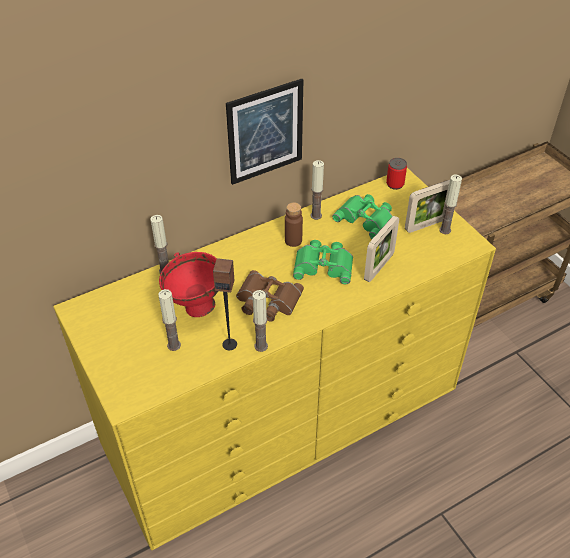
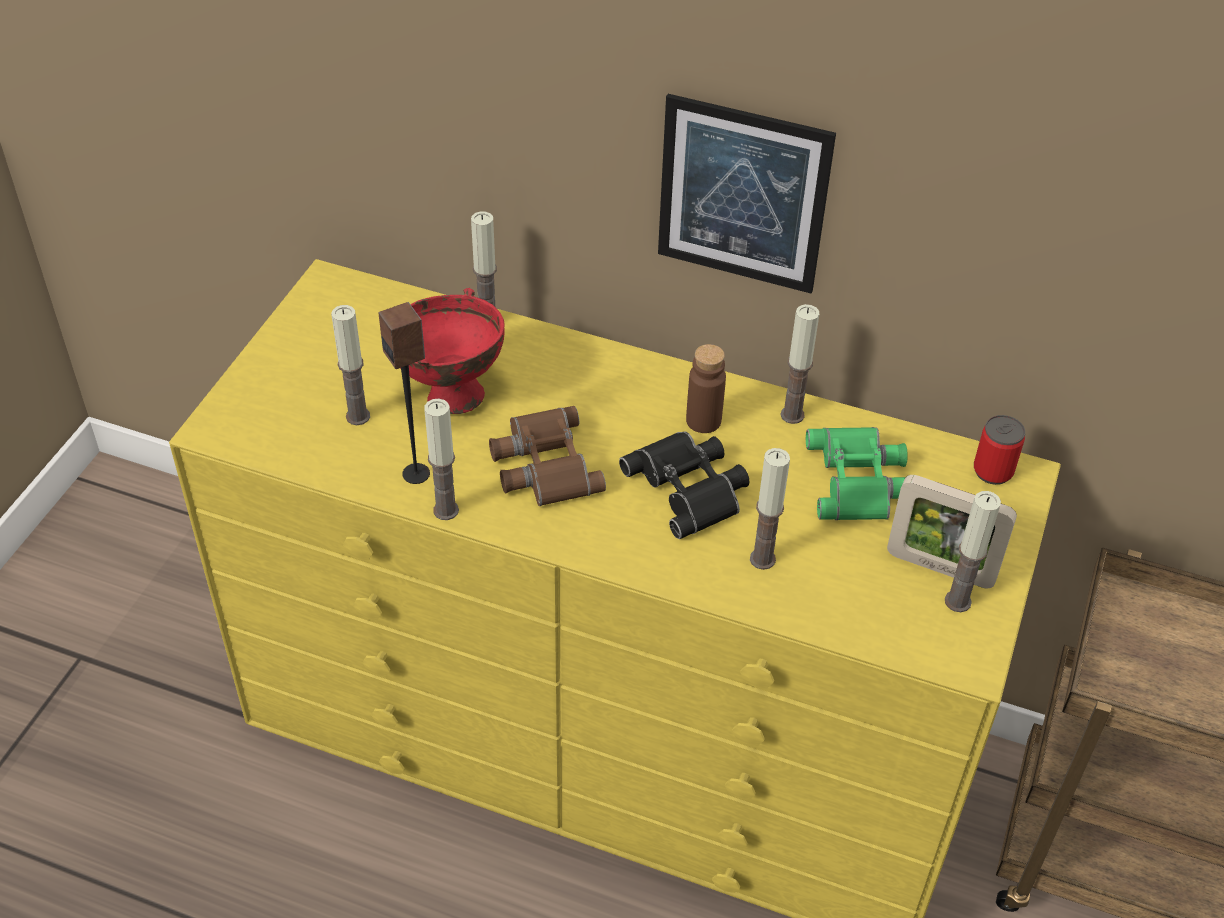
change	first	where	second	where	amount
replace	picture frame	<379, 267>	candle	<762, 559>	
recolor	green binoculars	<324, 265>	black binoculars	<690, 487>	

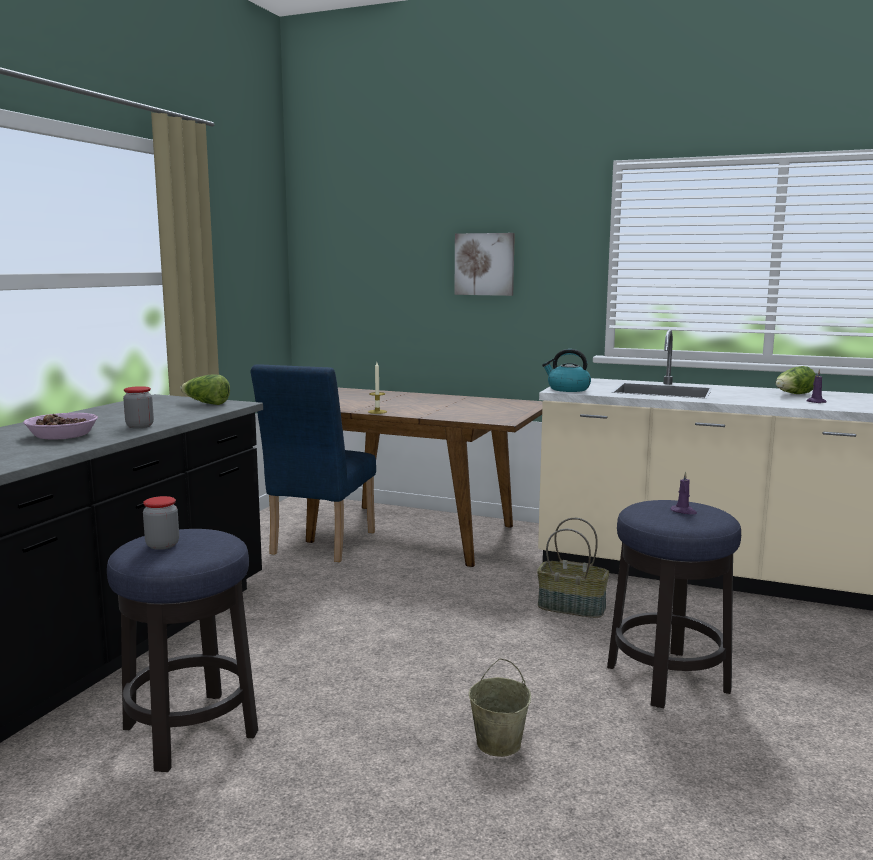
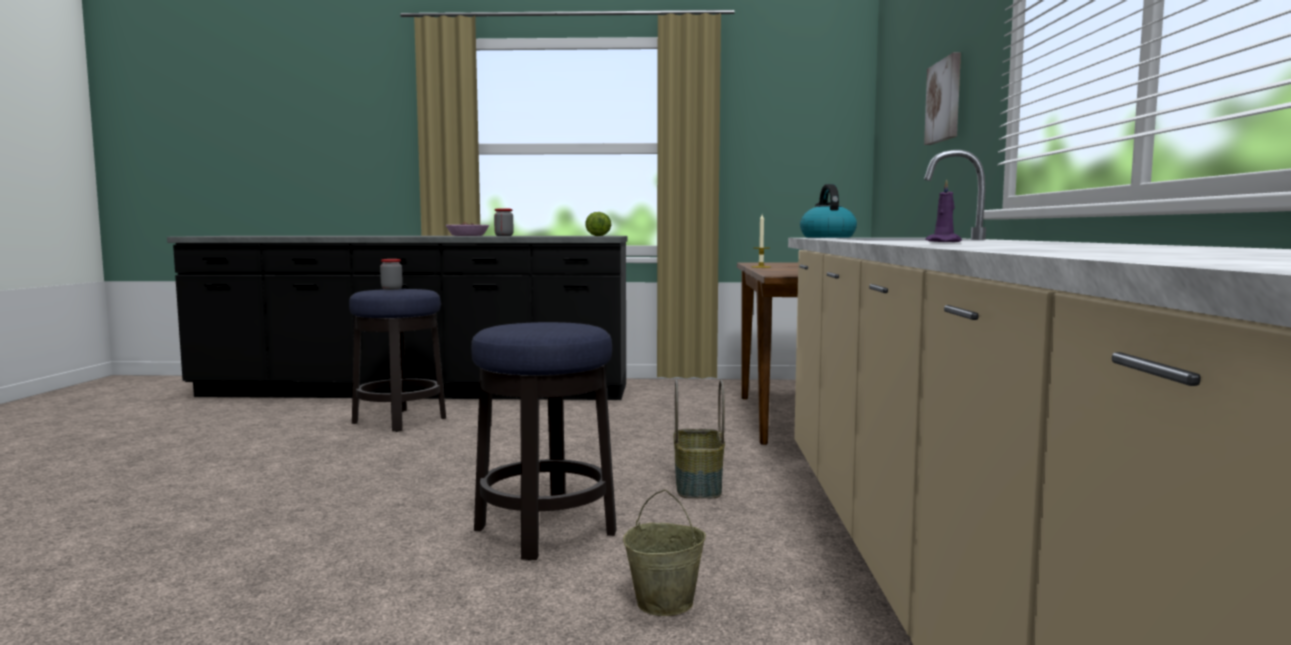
change	first	where	second	where	amount
delete	blue chair	<319, 545>			
delete	lettuce	<793, 394>			
delete	purple candle	<684, 511>			
move	beige bucket	<498, 743>		<665, 603>	

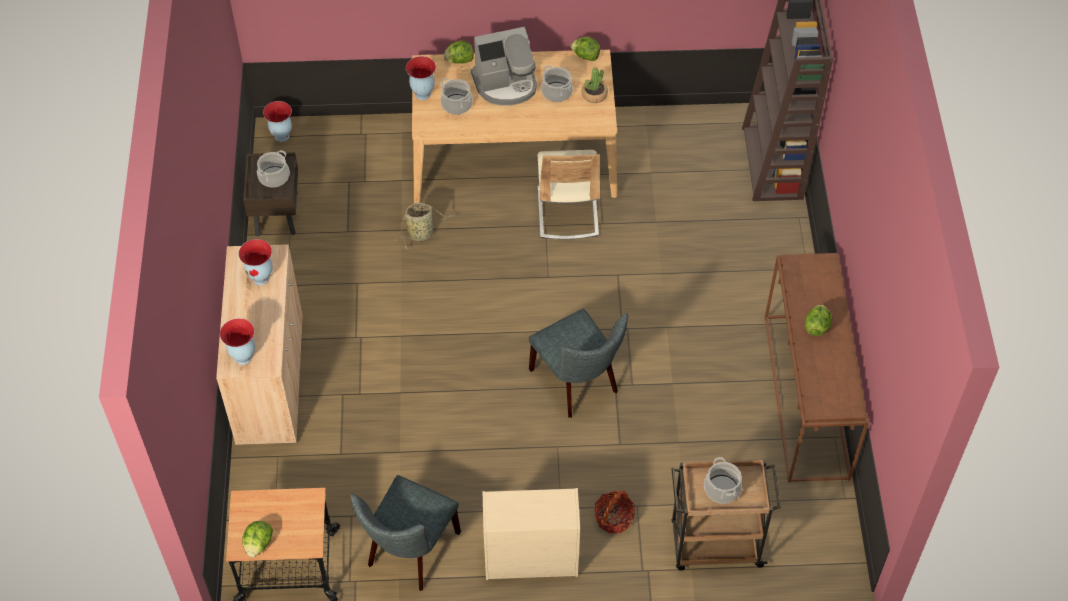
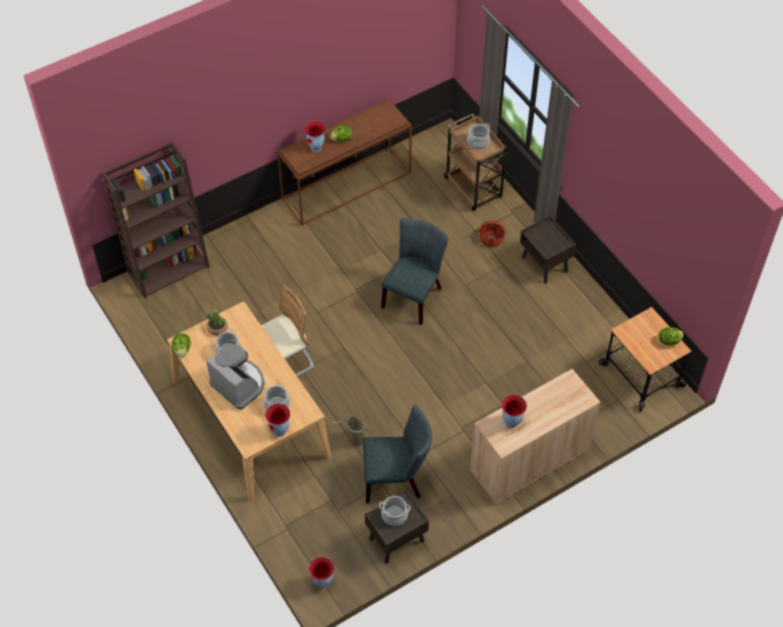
change	first	where	second	where	amount
delete	lettuce	<459, 60>			
move	vase	<242, 357>		<316, 148>	
move	grey chair	<410, 553>		<396, 479>	
replace	beige dresser	<529, 558>	brown nightstand	<545, 264>	

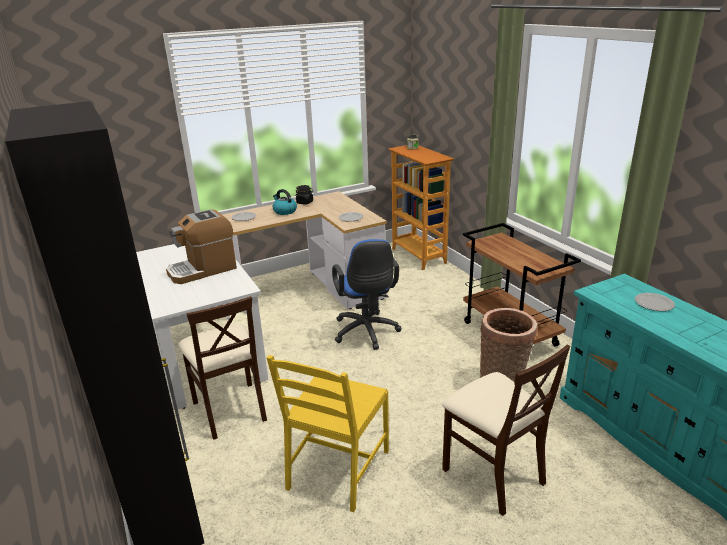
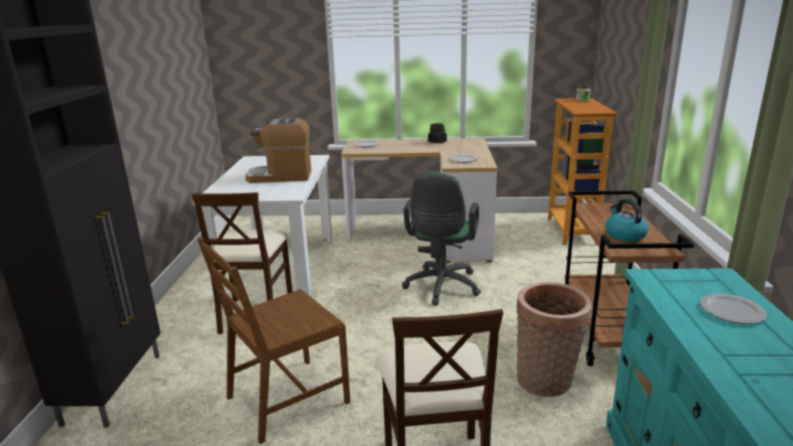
change	first	where	second	where	amount
move	kettle	<284, 211>		<624, 235>	
recolor	blue office chair	<366, 333>	green office chair	<441, 288>	
recolor	yellow chair	<337, 470>	brown chair	<286, 400>	

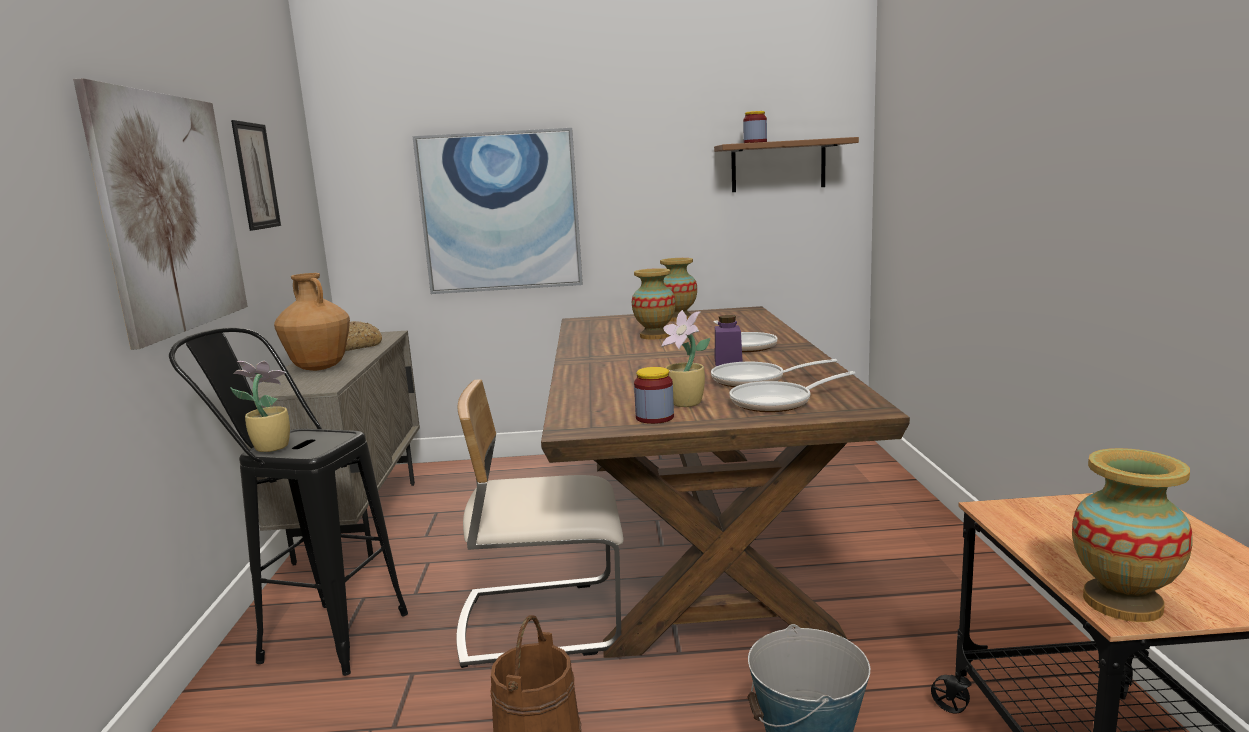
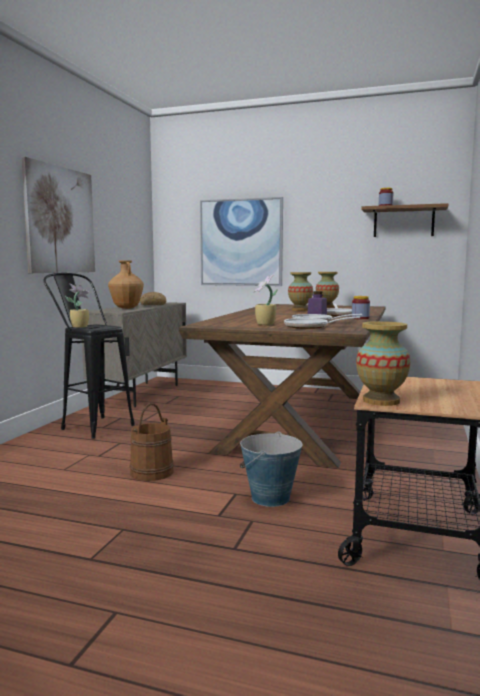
change	first	where	second	where	amount
delete	picture	<256, 176>			
move	jar	<654, 417>		<360, 318>	
delete	beige chair	<541, 620>			

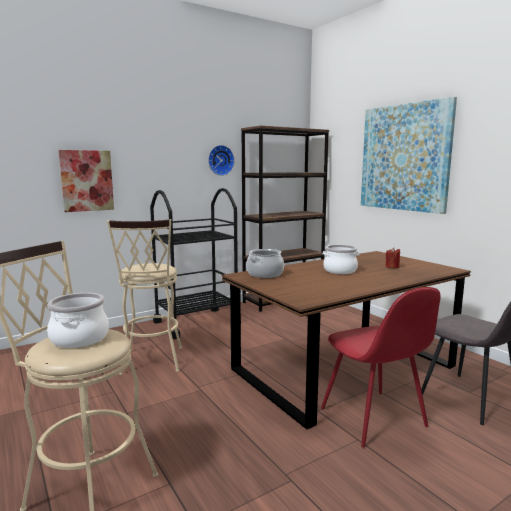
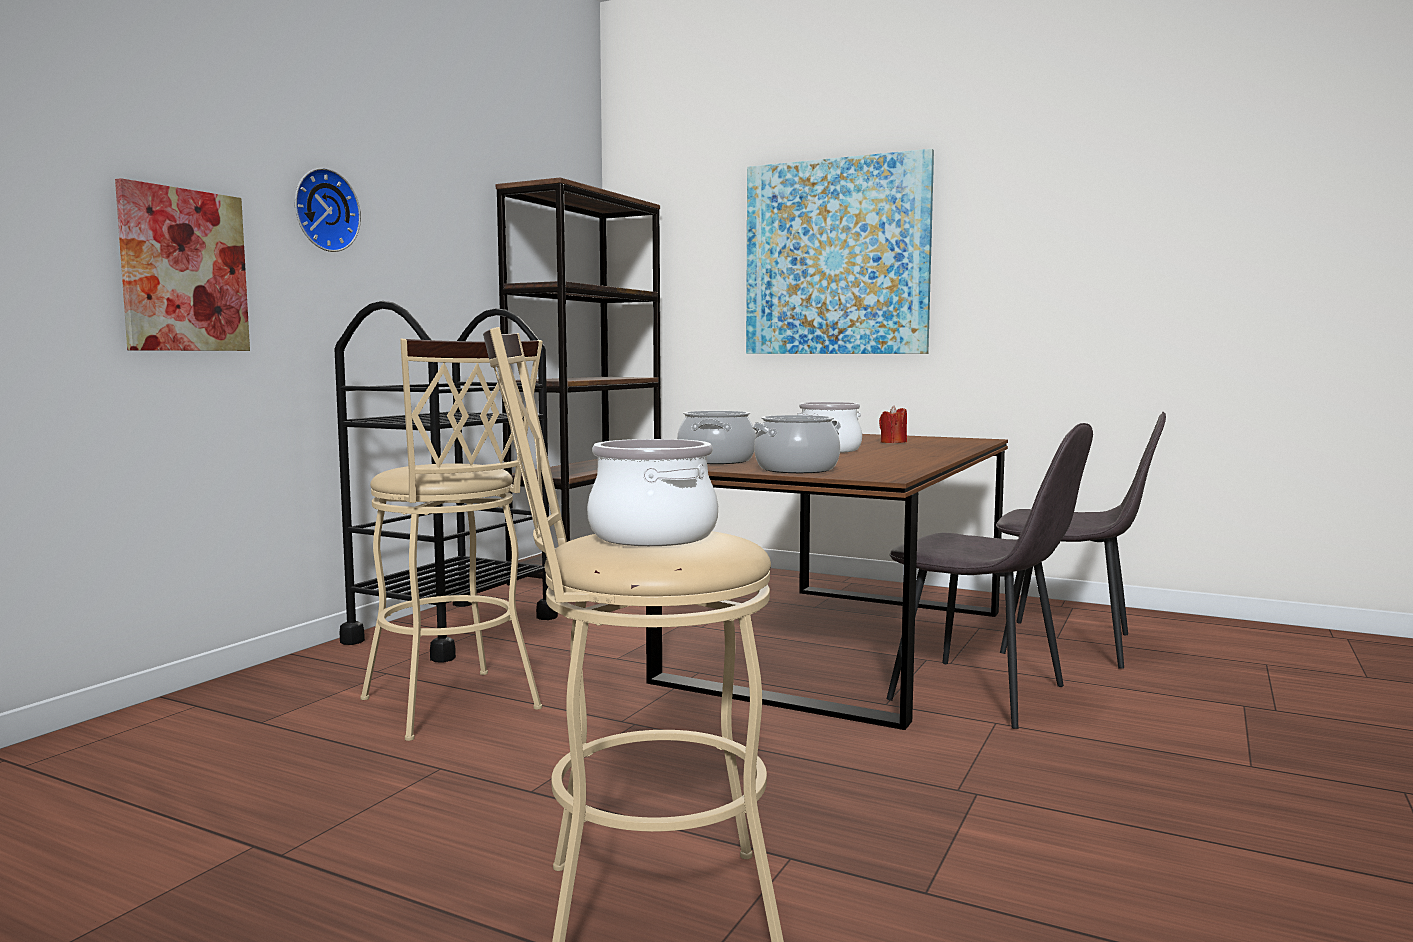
change	first	where	second	where	amount
move	wall clock	<220, 160>		<323, 210>	
recolor	red chair	<374, 419>	grey chair	<982, 694>	
insert			cooking pot	<796, 469>	

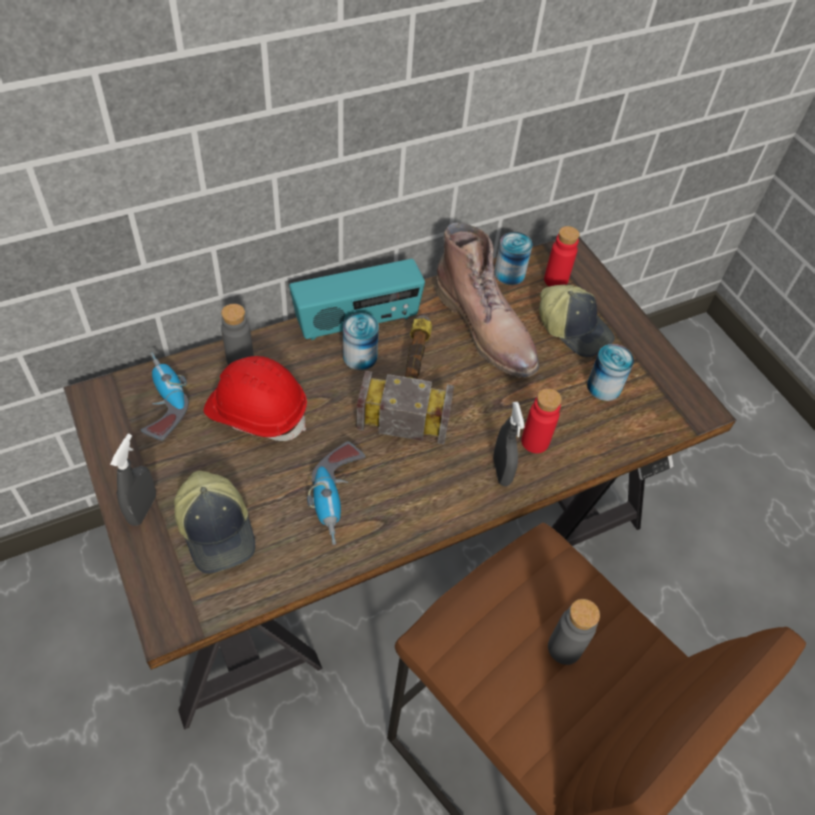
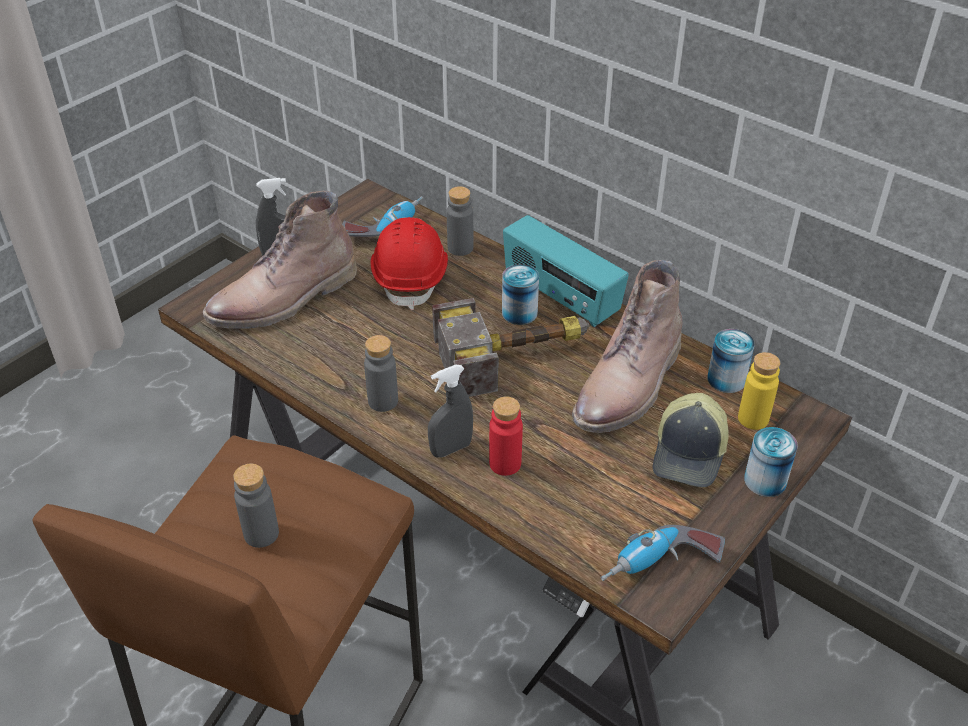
change	first	where	second	where	amount
recolor	red bottle	<555, 280>	yellow bottle	<753, 418>	
move	can	<604, 387>		<765, 480>	
move	power drill	<339, 498>		<660, 567>	
replace	cap	<218, 530>	brown boot	<284, 299>	
insert			grey bottle	<383, 401>	

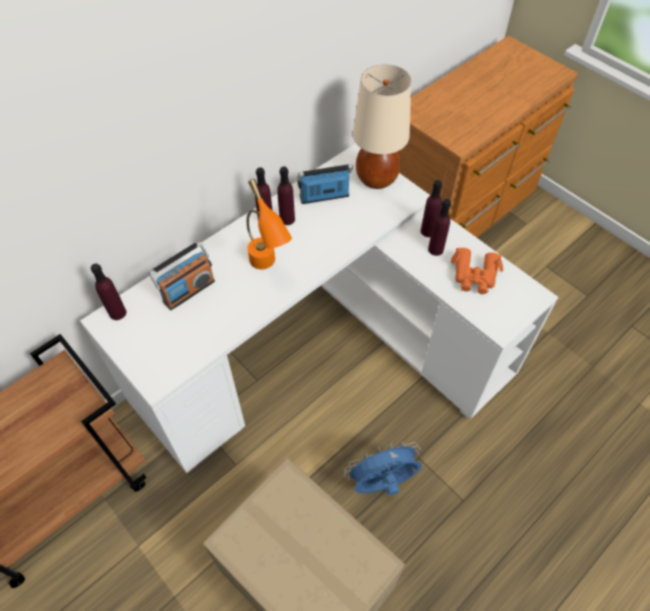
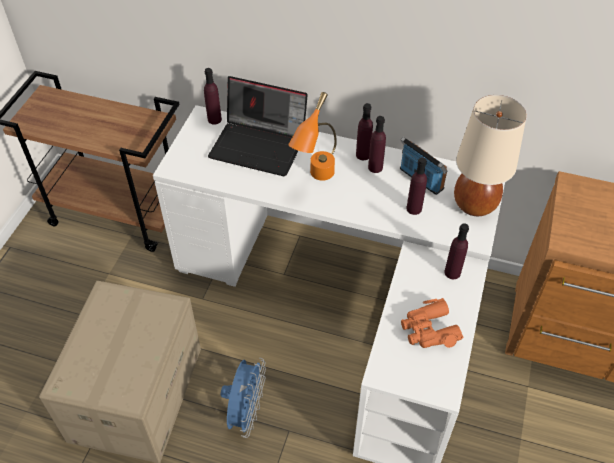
change	first	where	second	where	amount
move	purple bottle	<435, 249>		<414, 208>	
replace	radio	<188, 291>	laptop	<260, 145>	
rotate	blue fan	<382, 484>		<246, 412>	60 degrees clockwise

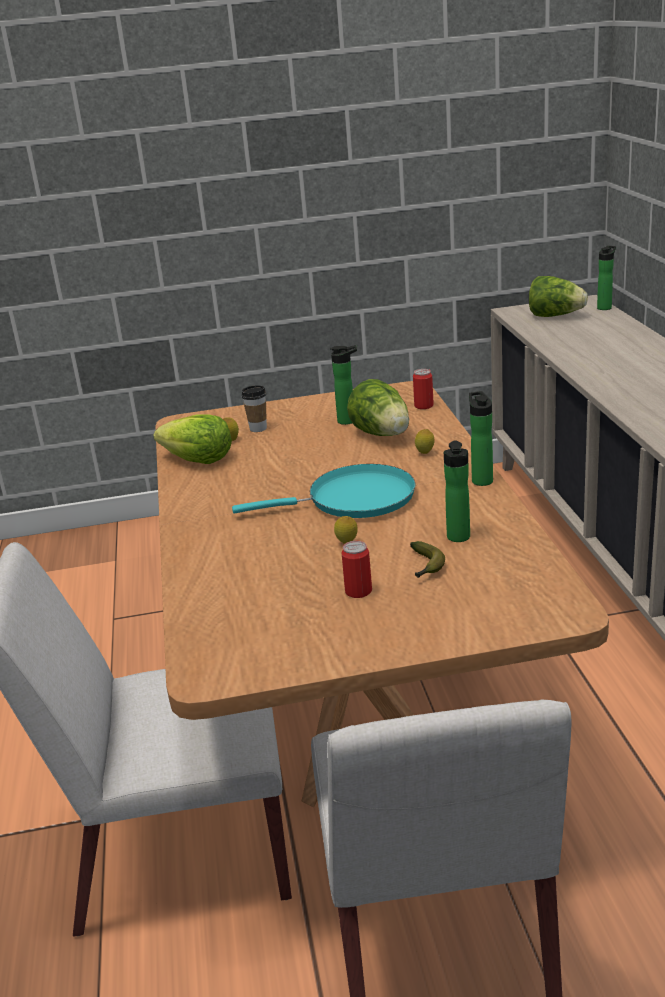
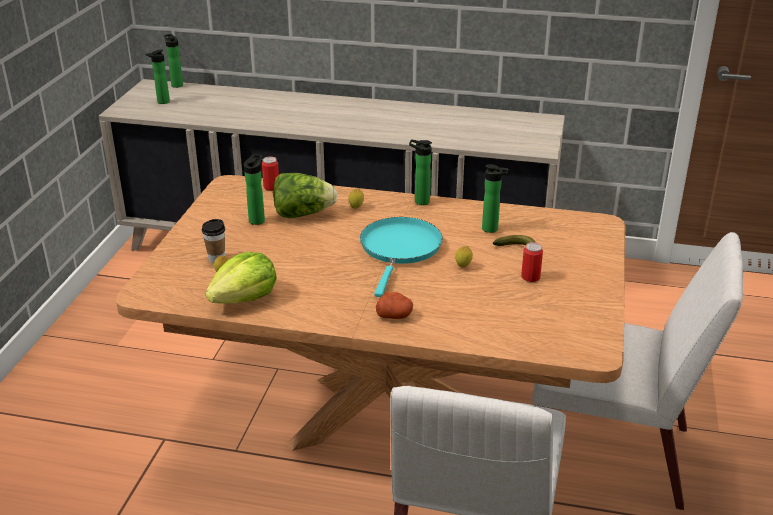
change	first	where	second	where	amount
replace	lettuce	<555, 316>	bottle	<161, 102>	
insert			potato	<395, 315>	

